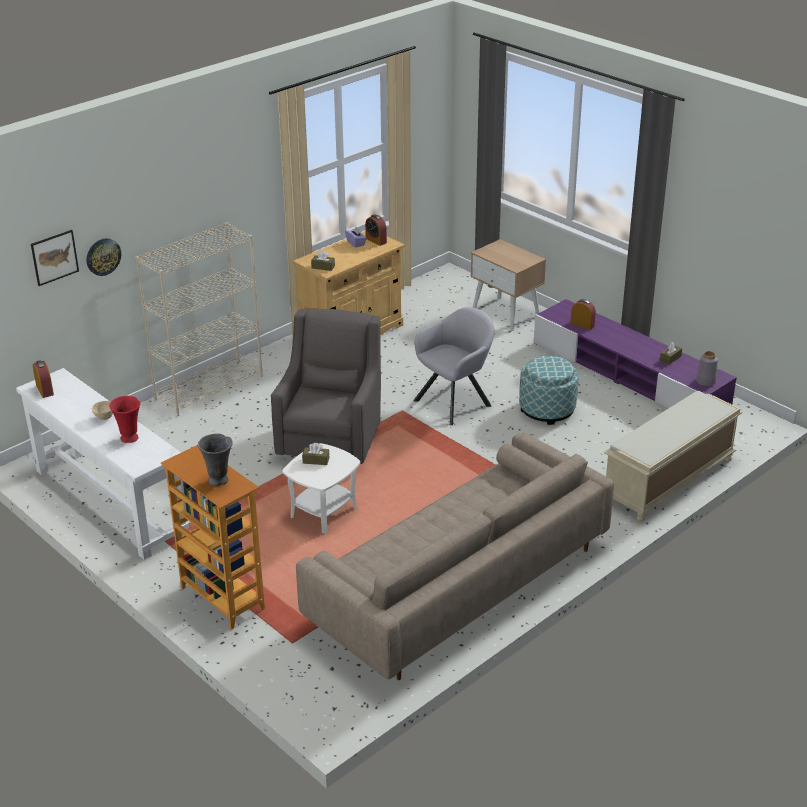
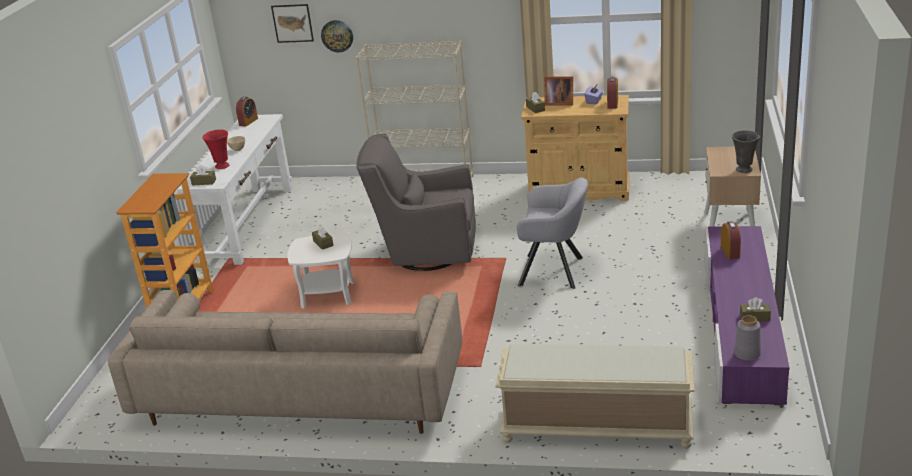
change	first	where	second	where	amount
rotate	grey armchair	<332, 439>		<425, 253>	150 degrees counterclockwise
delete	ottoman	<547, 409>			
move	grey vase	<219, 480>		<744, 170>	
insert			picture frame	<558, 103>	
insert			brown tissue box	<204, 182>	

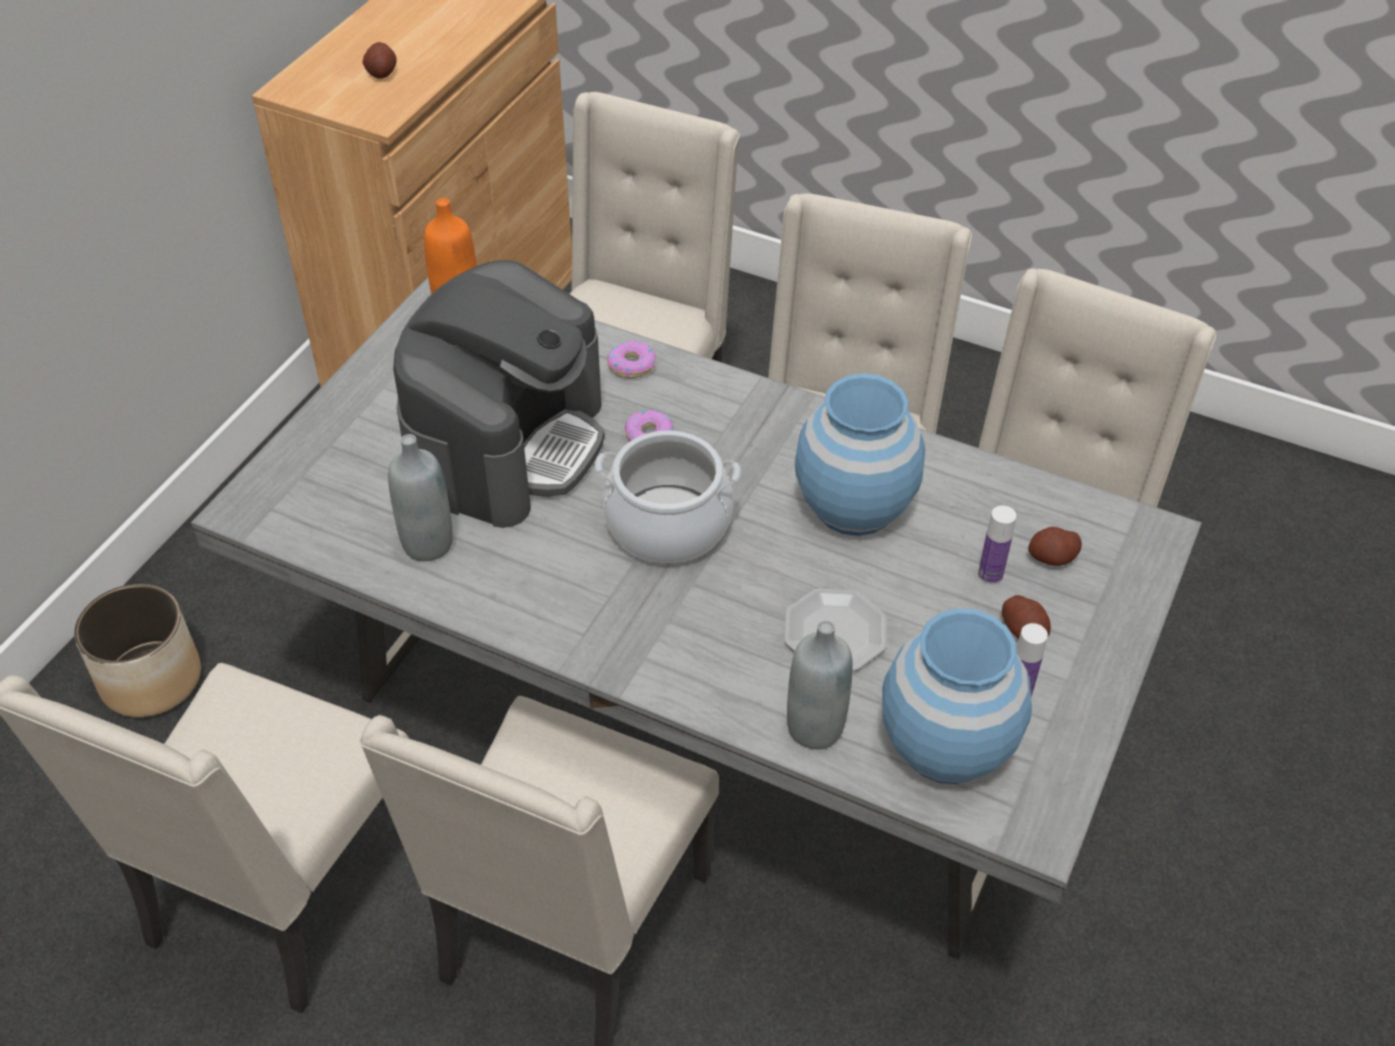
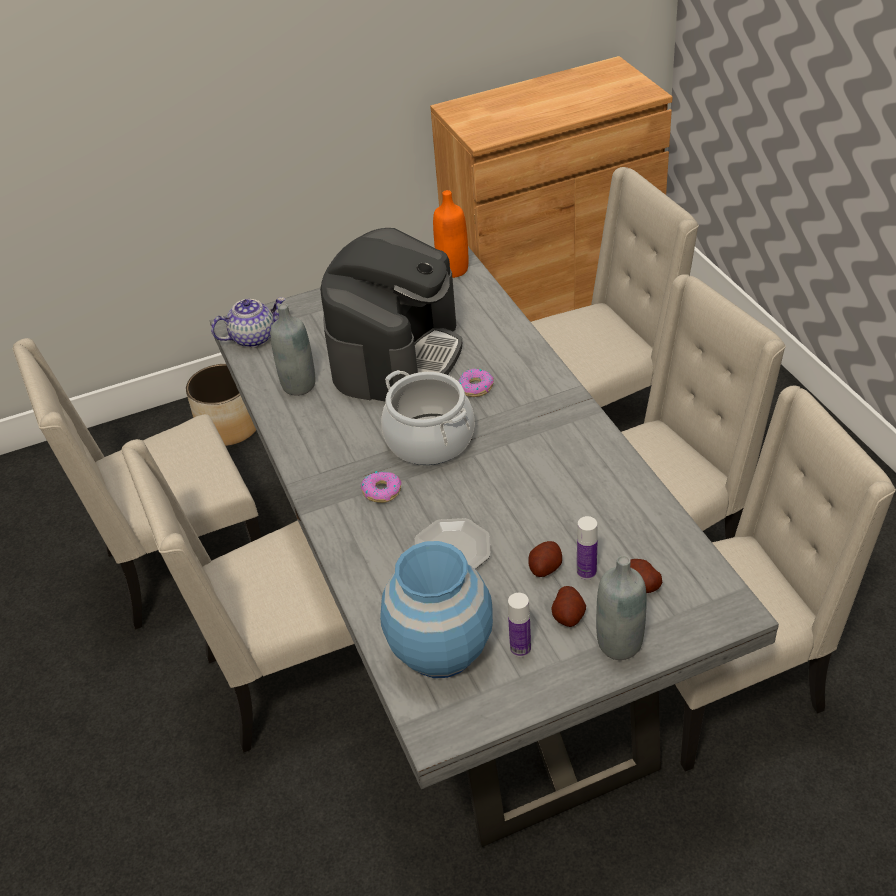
change	first	where	second	where	amount
move	potato	<381, 72>		<545, 567>	
rotate	coffee machine	<508, 443>		<396, 354>	45 degrees counterclockwise
move	donut	<631, 365>		<382, 491>	
delete	blue vase	<855, 506>			
move	grey bottle	<815, 728>		<619, 644>	
insert			teapot	<254, 337>	

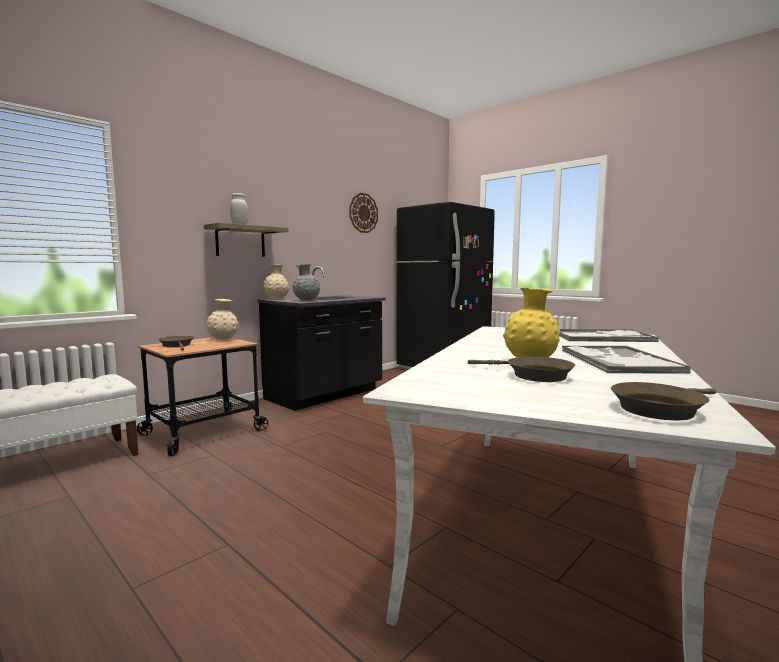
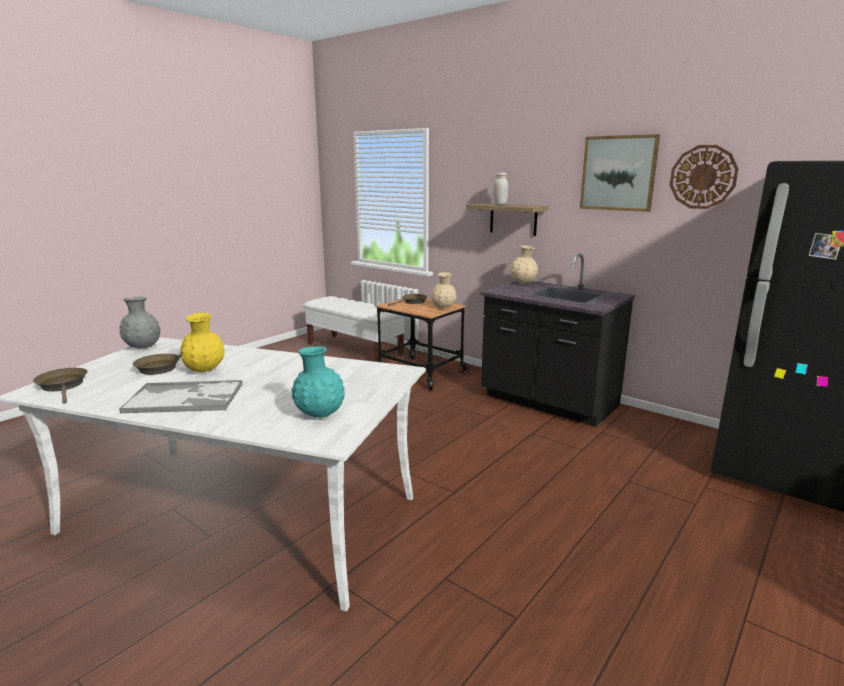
change	first	where	second	where	amount
move	grey vase	<306, 301>		<143, 347>	
replace	tray	<603, 337>	turquoise vase	<319, 415>	
insert			picture	<618, 173>	

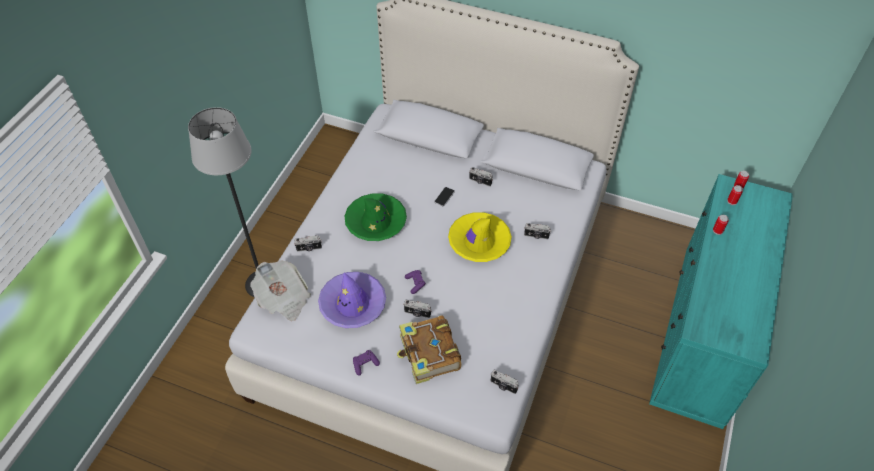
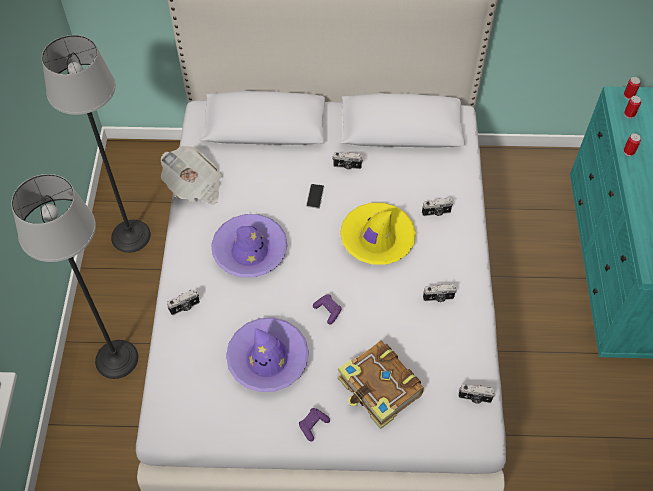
change	first	where	second	where	amount
recolor	green hat	<376, 222>	purple hat	<250, 250>	
move	newspaper	<283, 299>		<194, 186>	
move	photo camera	<417, 313>		<438, 298>	
insert			floor lamp	<131, 235>	

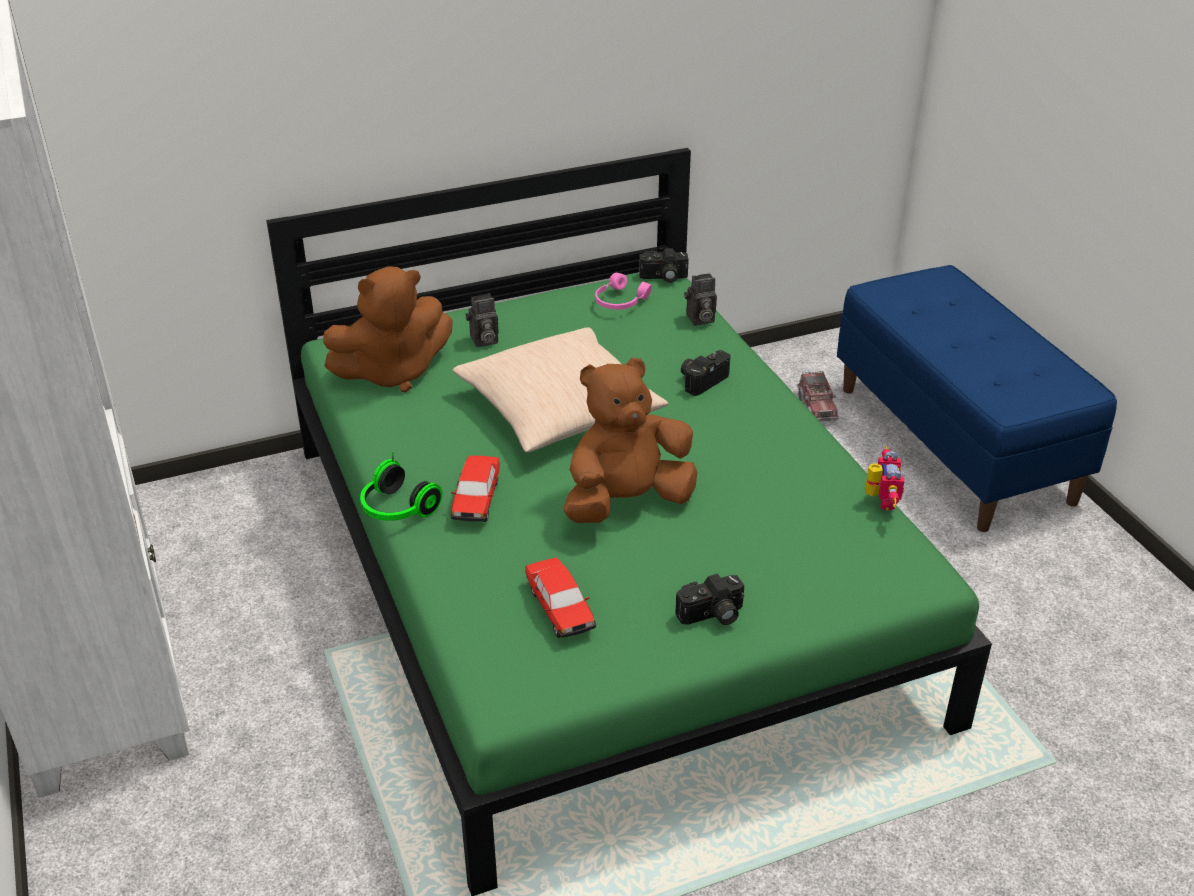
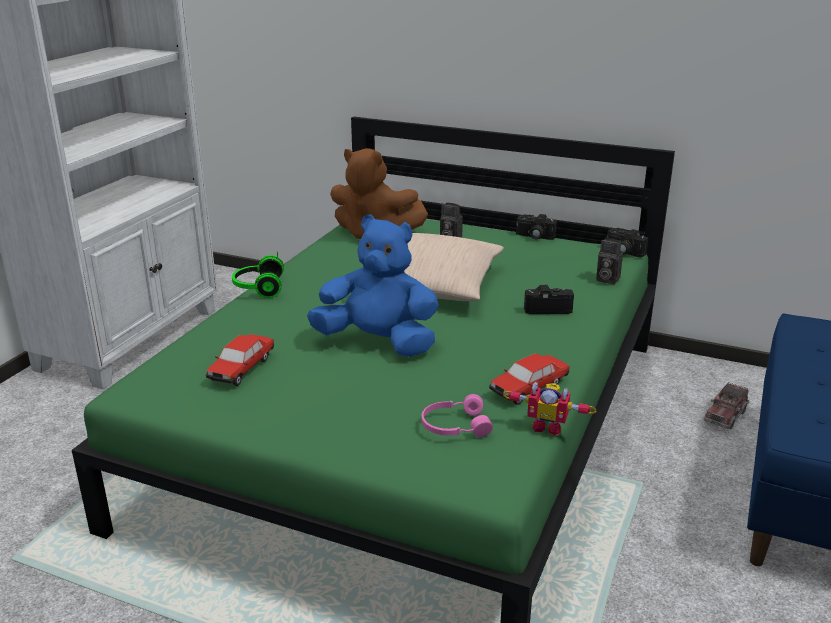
change	first	where	second	where	amount
move	pink headphones	<619, 301>		<454, 426>	
recolor	brown plush toy	<626, 502>	blue plush toy	<378, 342>	
rotate	toy robot	<880, 501>		<547, 426>	60 degrees clockwise
move	toy car	<476, 498>		<529, 388>	
move	photo camera	<712, 615>		<534, 237>	

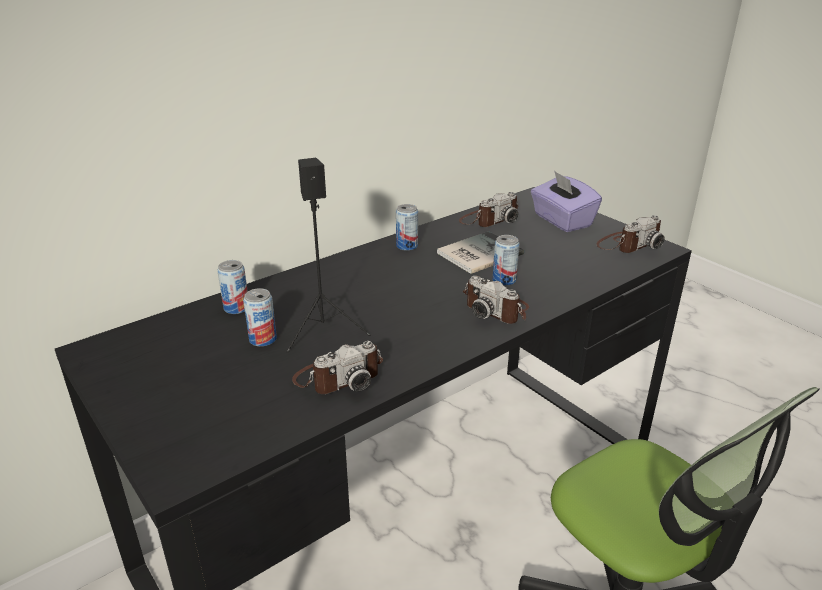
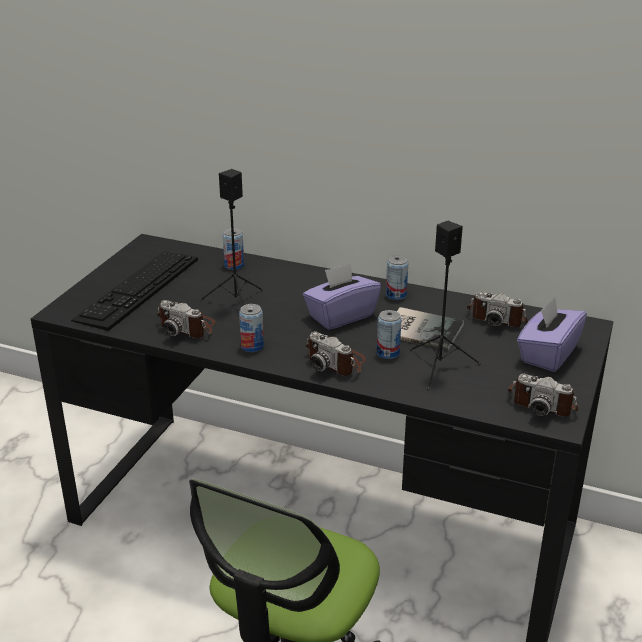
change	first	where	second	where	amount
rotate	photo camera	<497, 309>		<336, 361>	60 degrees counterclockwise
move	can	<263, 339>		<252, 346>	
insert			black speaker	<440, 367>	
insert			keyboard	<138, 288>	
insert			purple tissue box	<341, 316>	

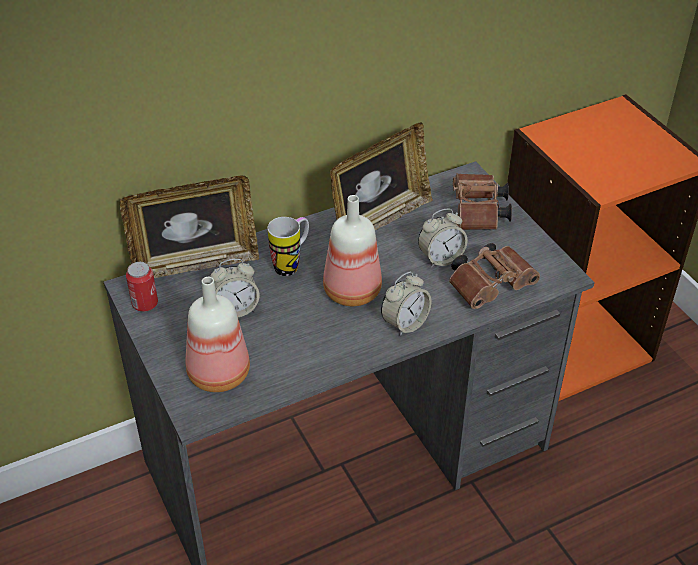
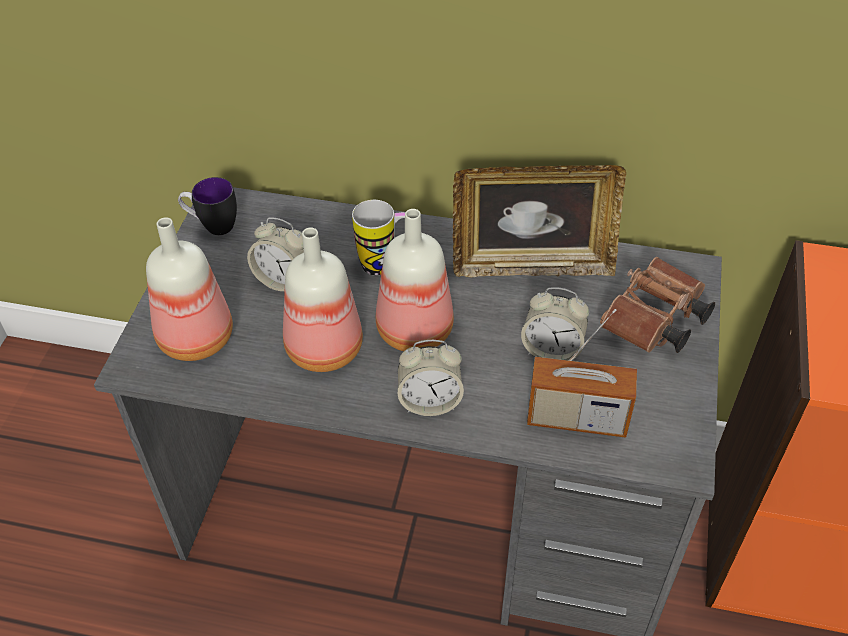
change	first	where	second	where	amount
delete	picture frame	<195, 262>			
replace	brown binoculars	<492, 285>	radio	<577, 419>	
replace	can	<145, 304>	mug	<212, 226>	
insert			bottle	<323, 350>	

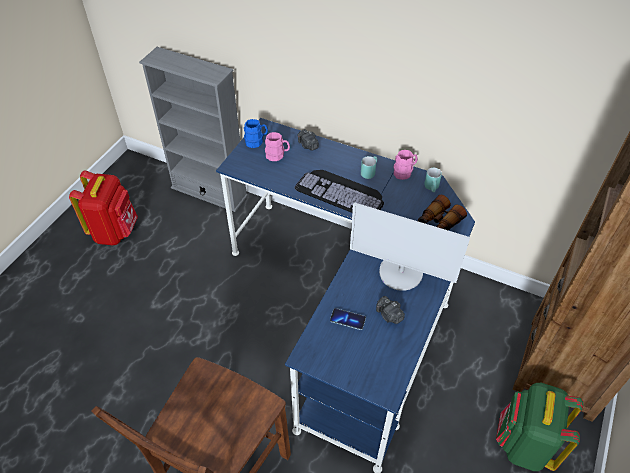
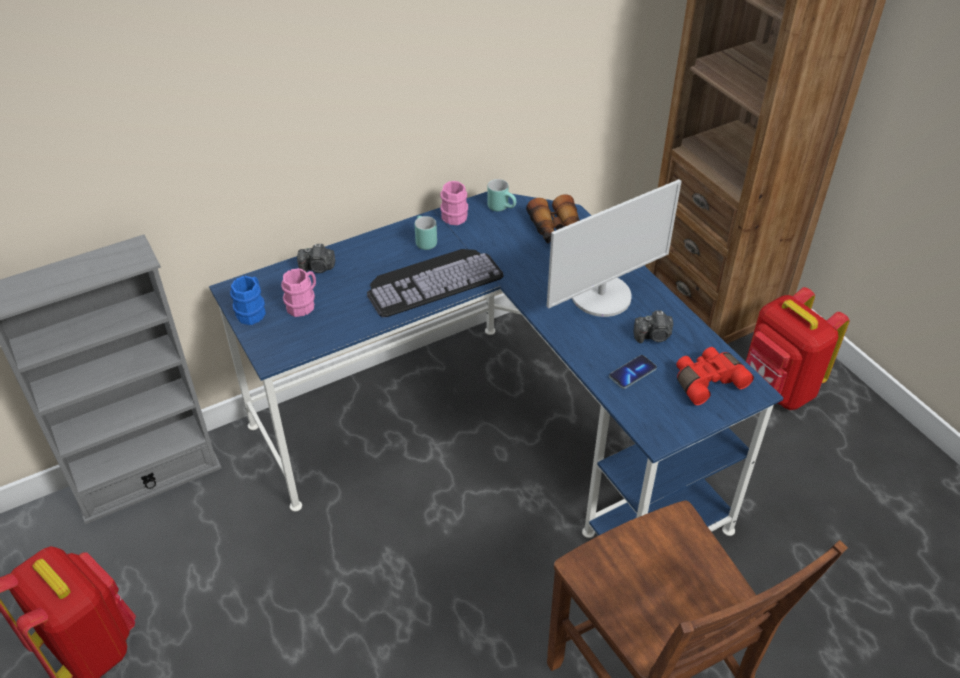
change	first	where	second	where	amount
recolor	green backpack	<524, 444>	red backpack	<777, 389>	
insert			red binoculars	<707, 381>	

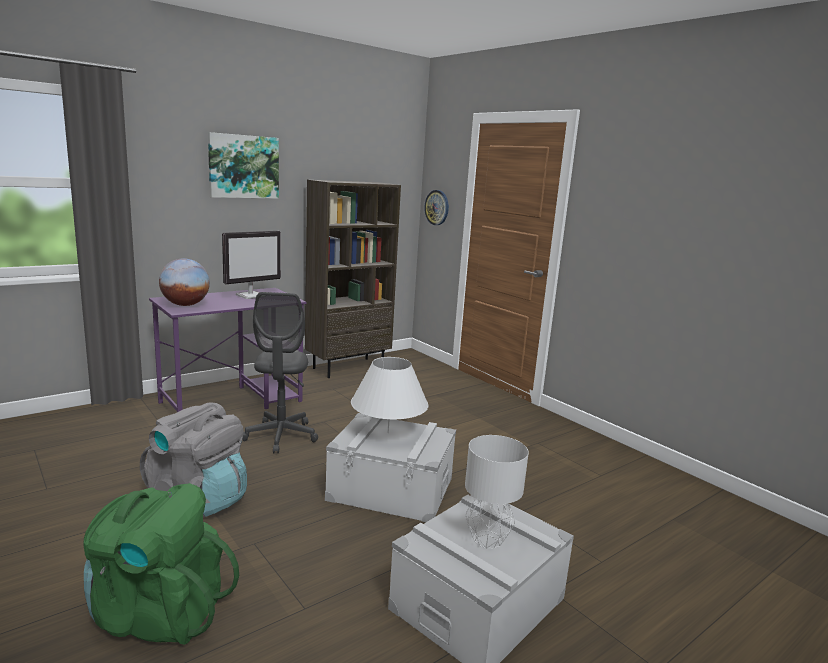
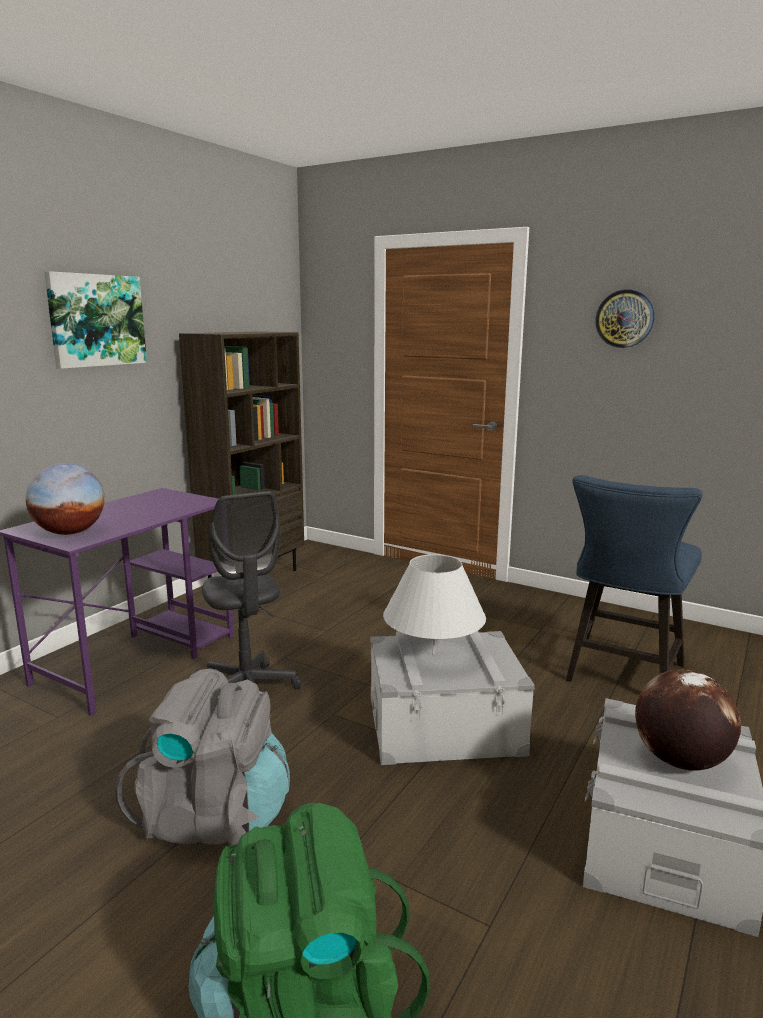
change	first	where	second	where	amount
move	wall clock	<437, 207>		<624, 318>	
delete	monitor	<251, 295>			
replace	grey table lamp	<486, 539>	globe	<679, 760>	
insert			blue chair	<621, 676>	

